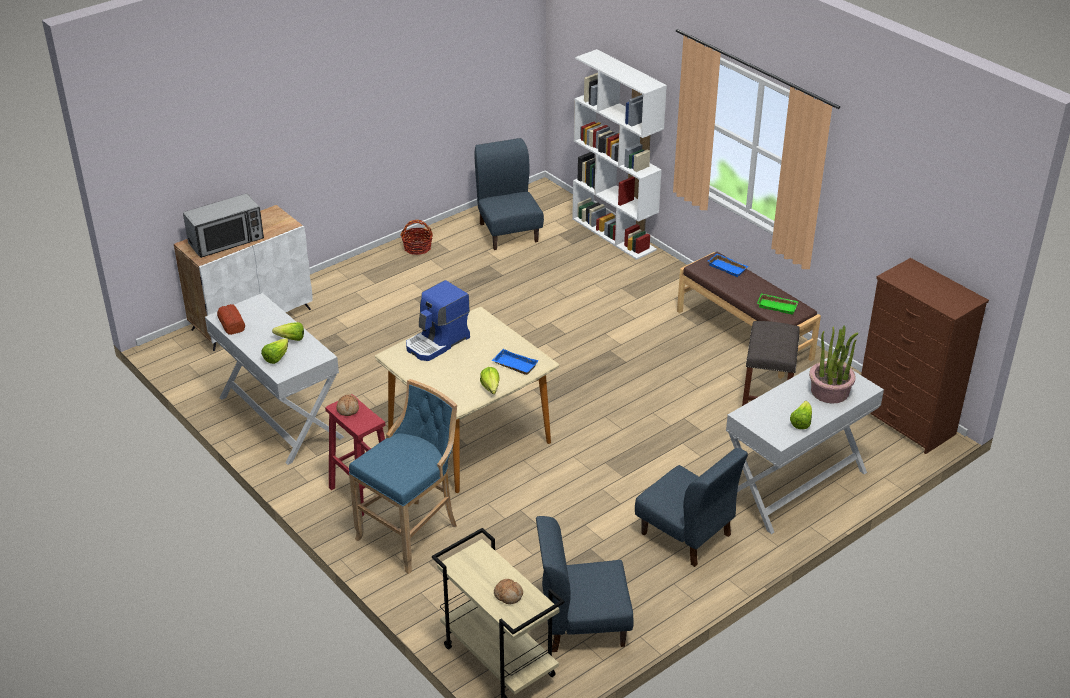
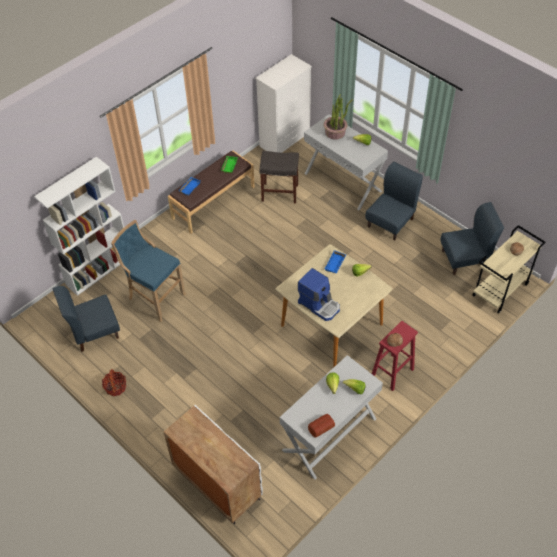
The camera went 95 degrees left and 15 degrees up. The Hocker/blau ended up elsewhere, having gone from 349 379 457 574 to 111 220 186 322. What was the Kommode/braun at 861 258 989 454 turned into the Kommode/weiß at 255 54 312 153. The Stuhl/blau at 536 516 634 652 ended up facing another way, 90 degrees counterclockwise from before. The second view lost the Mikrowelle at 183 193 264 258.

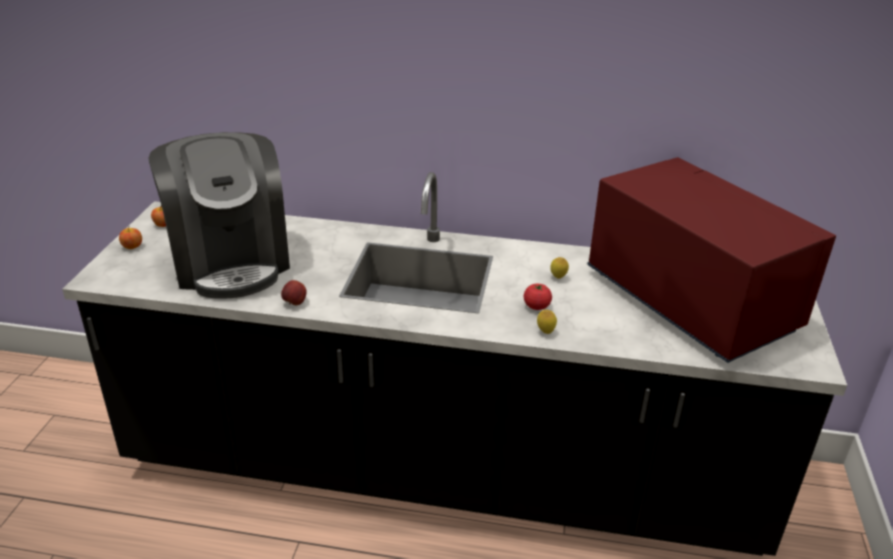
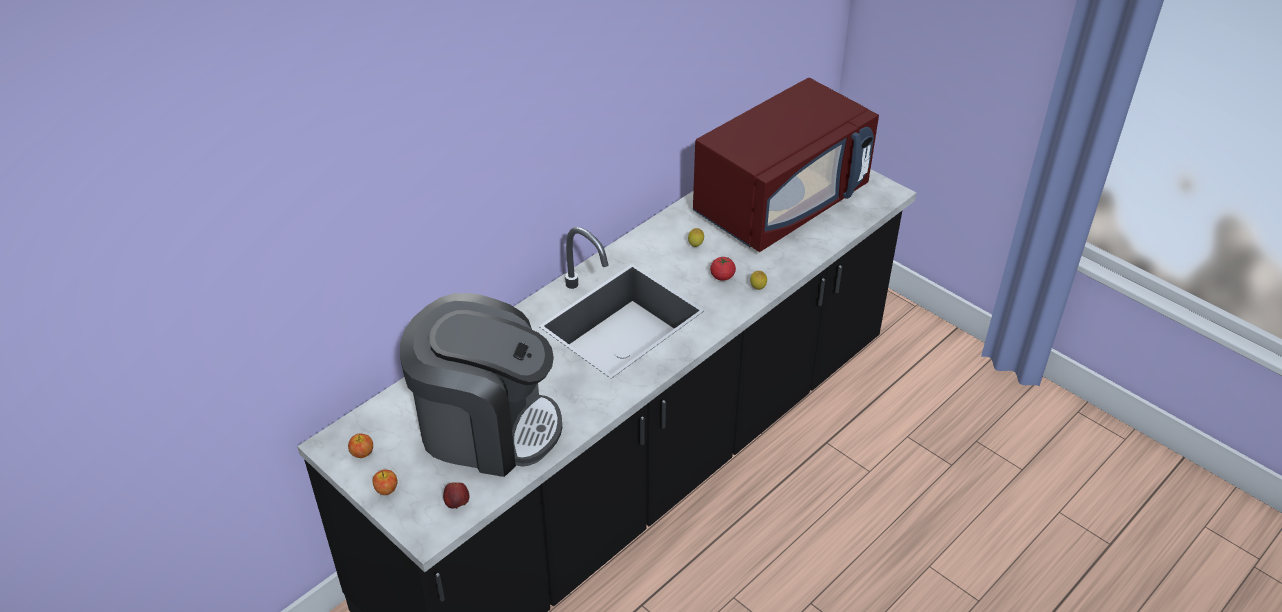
The camera went 55 degrees left and 10 degrees up. The Apfel ended up elsewhere, having gone from 281 280 307 305 to 443 482 469 509. The Mikrowelle/rot at 587 157 836 363 ended up facing another way, 135 degrees clockwise from before.

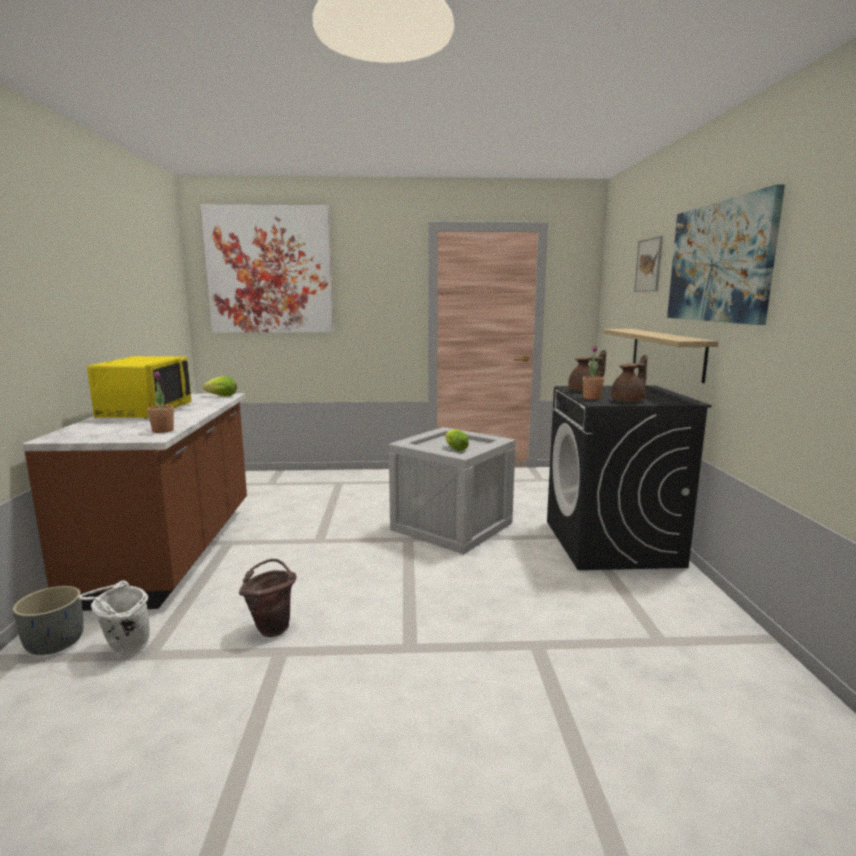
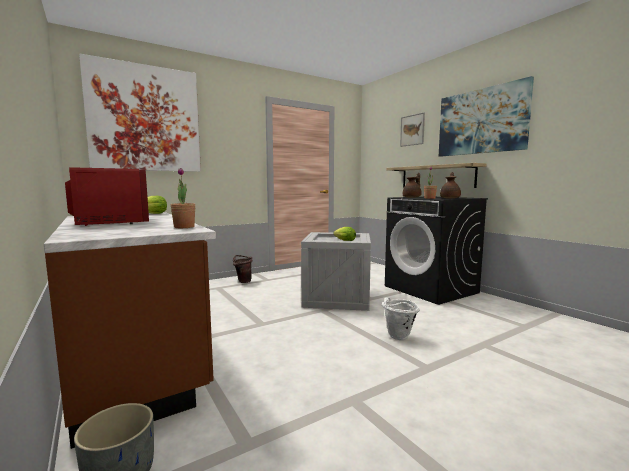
The camera went 30 degrees left and 5 degrees down. What was the Mikrowelle/gelb at 87 356 192 418 turned into the Mikrowelle/rot at 65 167 149 226. The Eimer/braun ended up elsewhere, having gone from 239 559 297 637 to 233 255 253 283. The Eimer/weiß ended up elsewhere, having gone from 78 580 150 655 to 382 298 420 340.

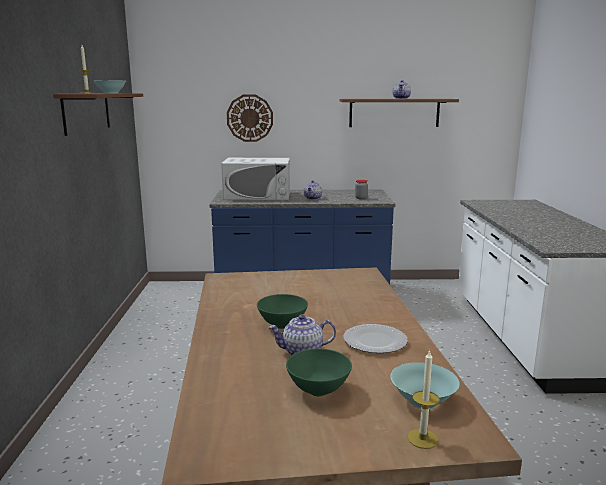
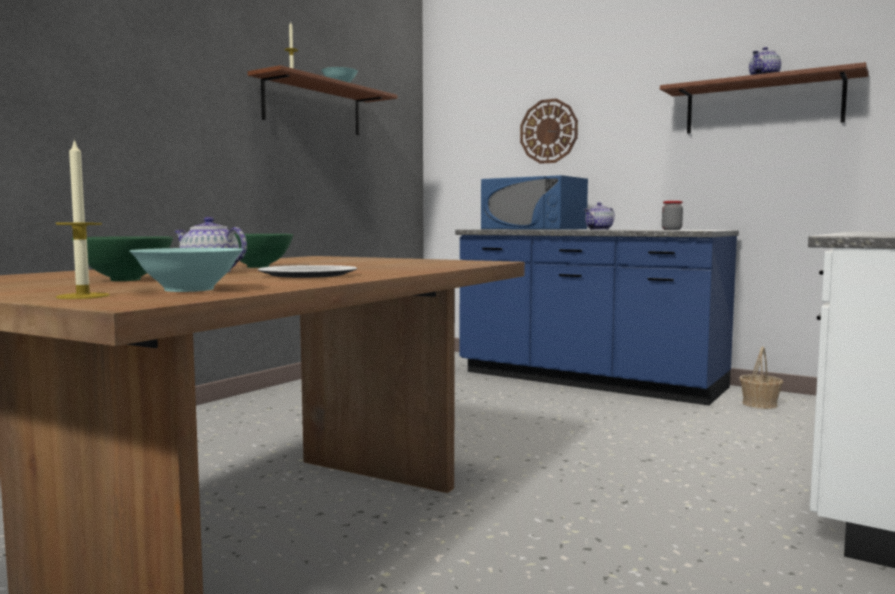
The camera went 35 degrees right and 10 degrees down. What was the Mikrowelle/weiß at 221 158 290 200 turned into the Mikrowelle/blau at 481 175 588 230. The second view gained the Korb at 739 346 783 409.

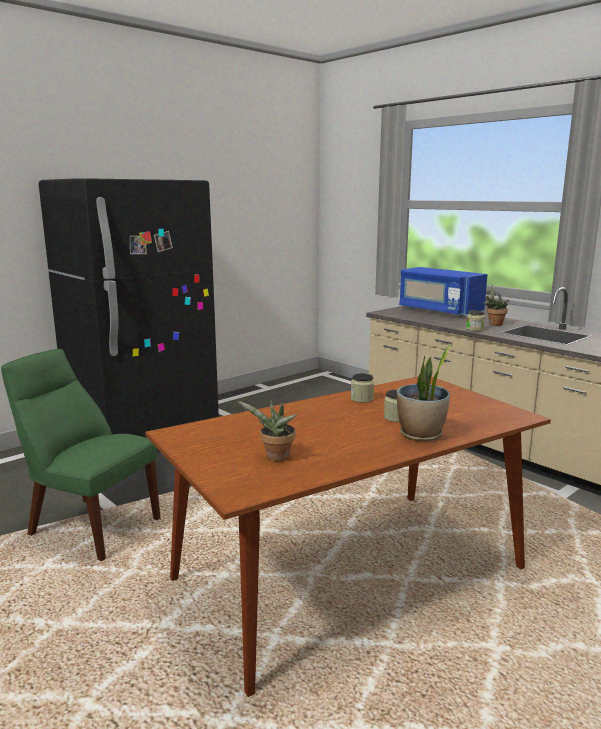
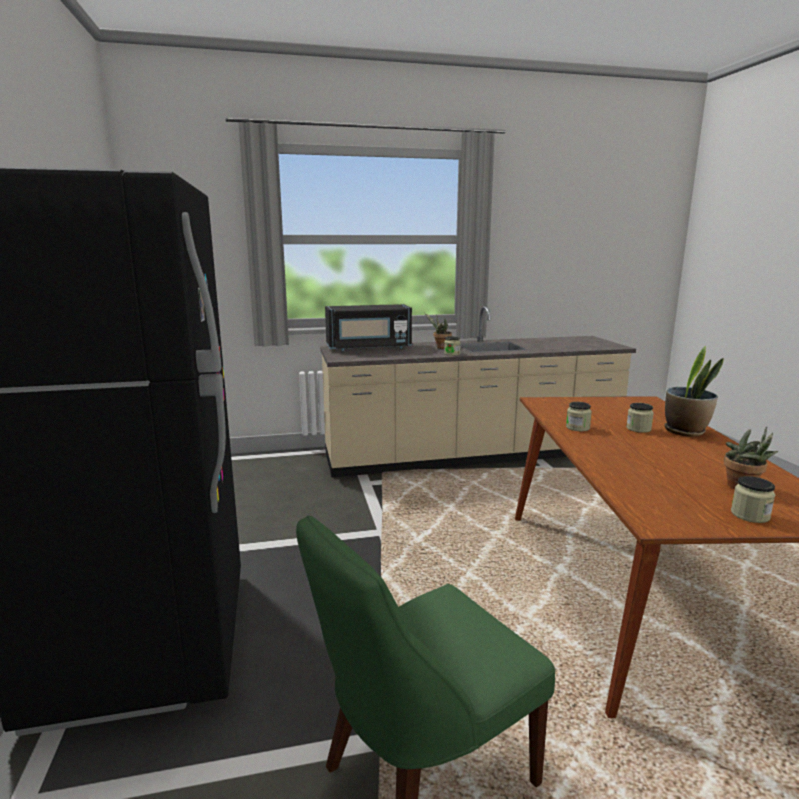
The camera went 60 degrees left and 0 degrees up. What was the Mikrowelle/blau at 399 267 488 317 turned into the Mikrowelle/schwarz at 325 304 412 351. The second view gained the Vorratsglas at 731 476 775 523.

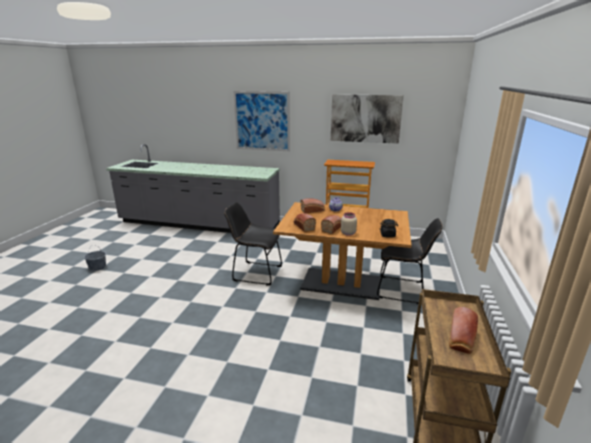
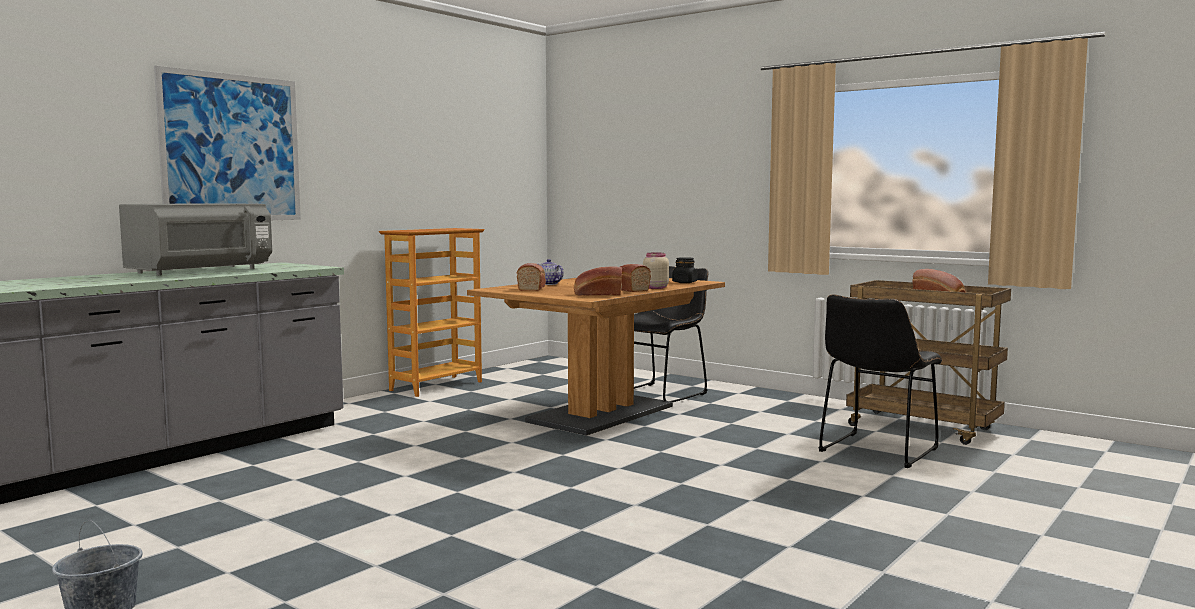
The camera went 65 degrees left and 15 degrees down. The second view gained the Mikrowelle/grau at 119 203 272 276. The Stuhl/schwarz ended up elsewhere, having gone from 224 202 282 286 to 819 294 942 468. The second view lost the Bild at 331 94 404 144.

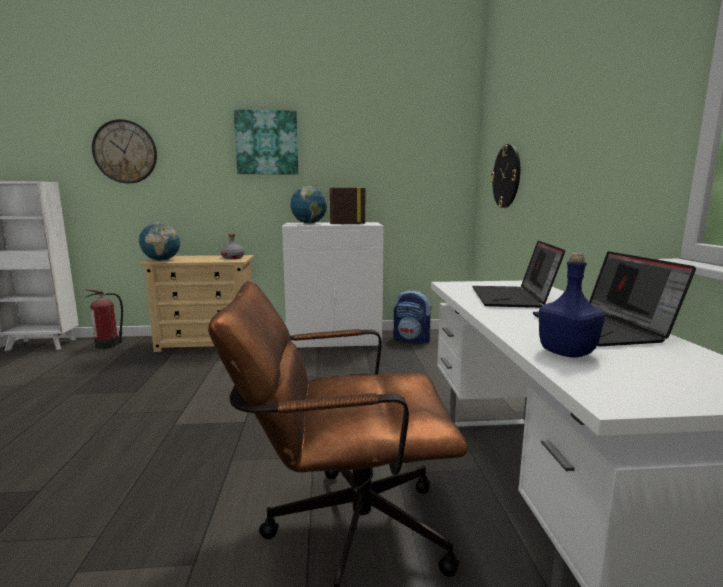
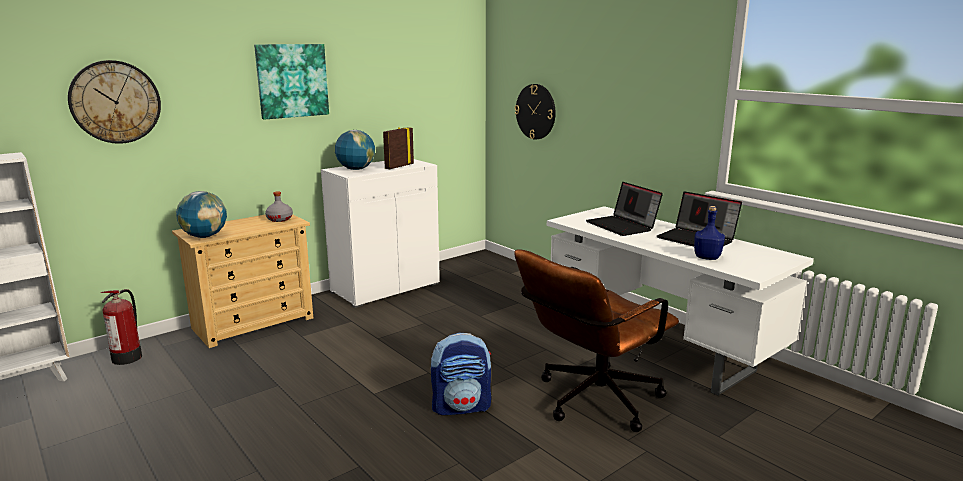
The camera went 35 degrees left and 5 degrees up. The Rucksack ended up elsewhere, having gone from 393 290 433 344 to 431 332 491 415.

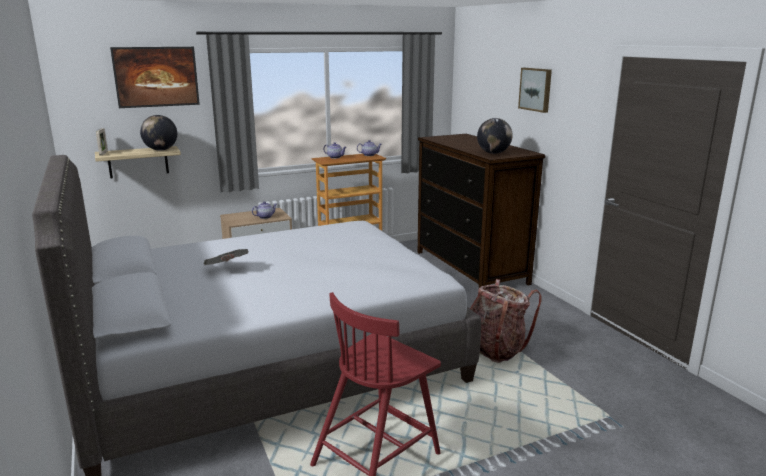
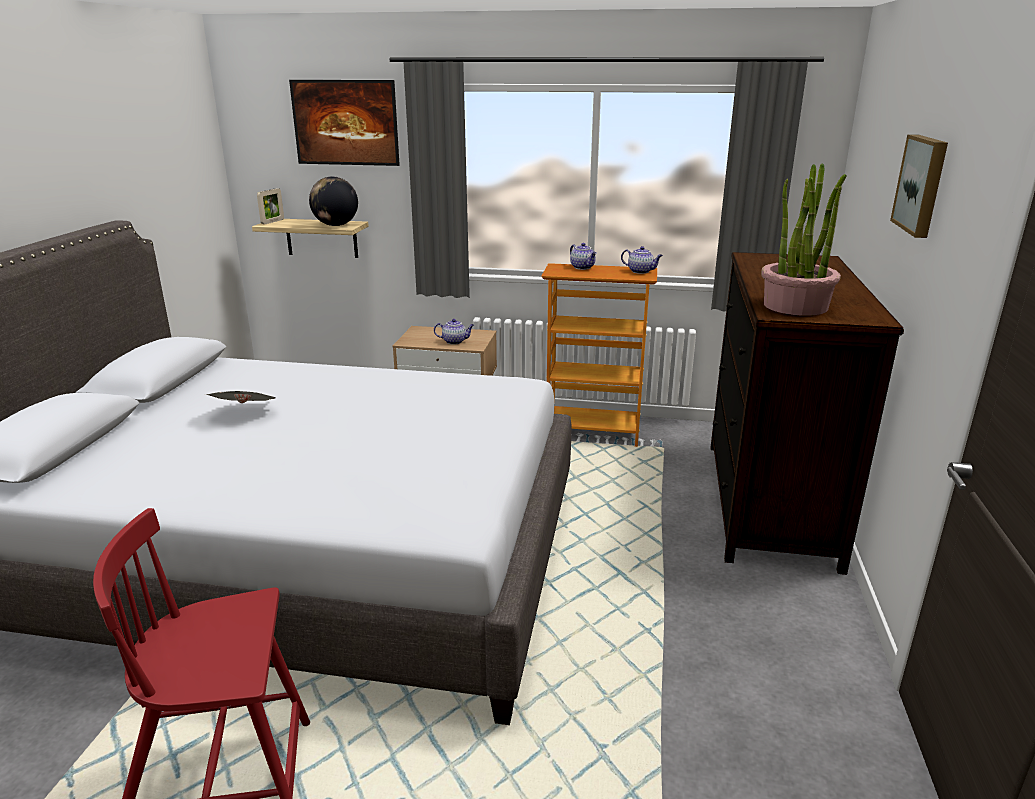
The camera went 35 degrees right and 5 degrees up. Where the Globus stood at 477 118 513 154, the Topfpflanze came to stand at 761 163 846 316. The second view lost the Rucksack at 470 279 541 363.

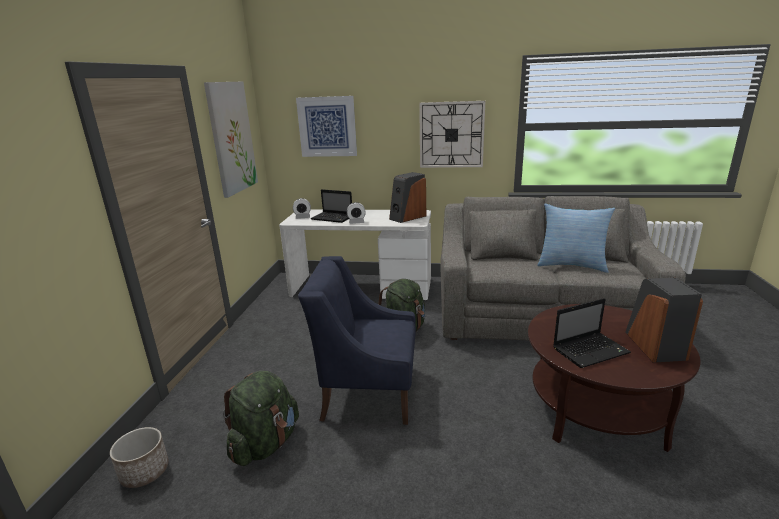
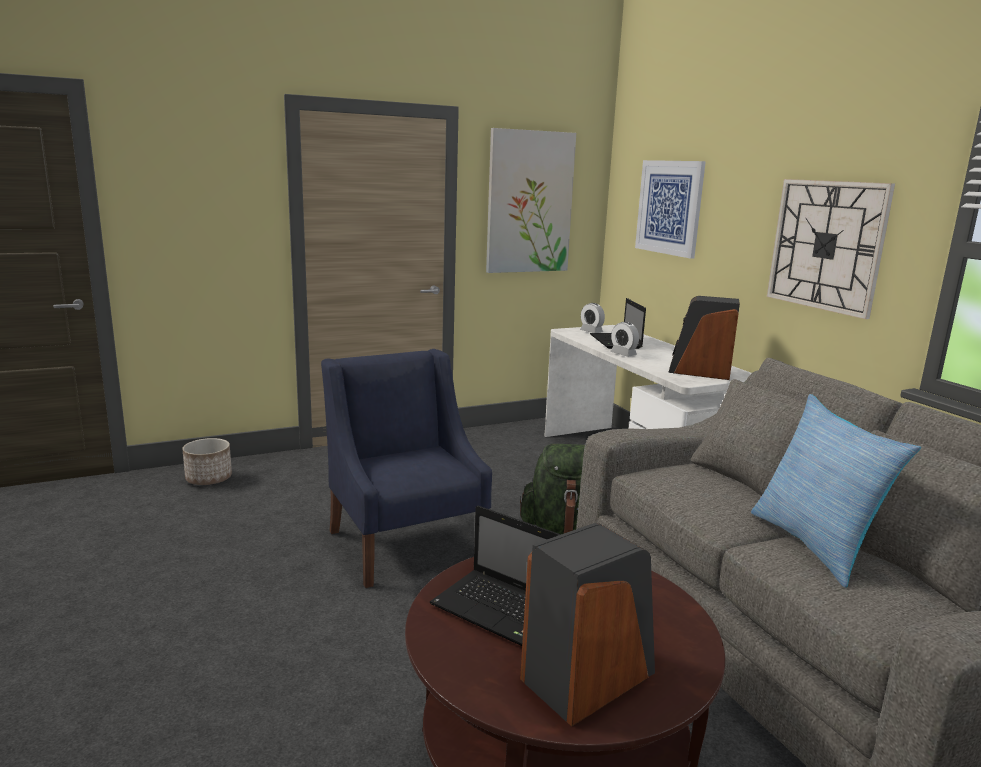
The camera went 55 degrees right and 5 degrees down. The second view lost the Rucksack/grün at 223 371 299 466.

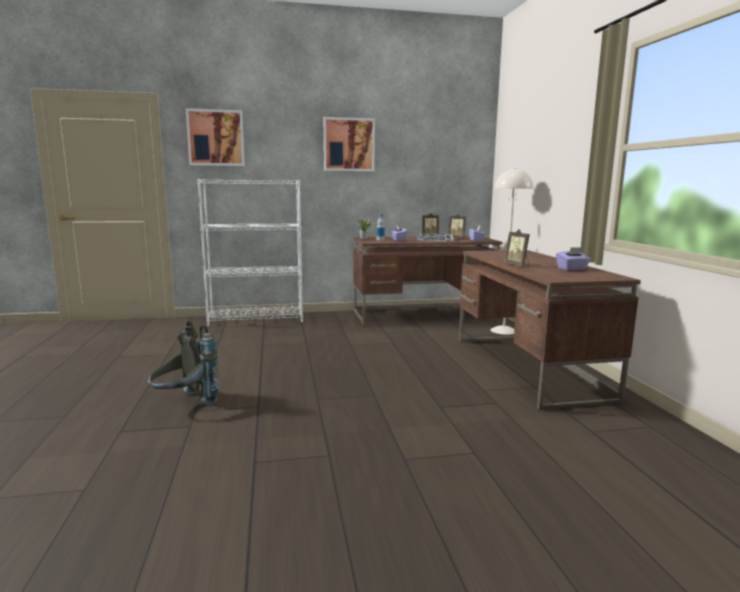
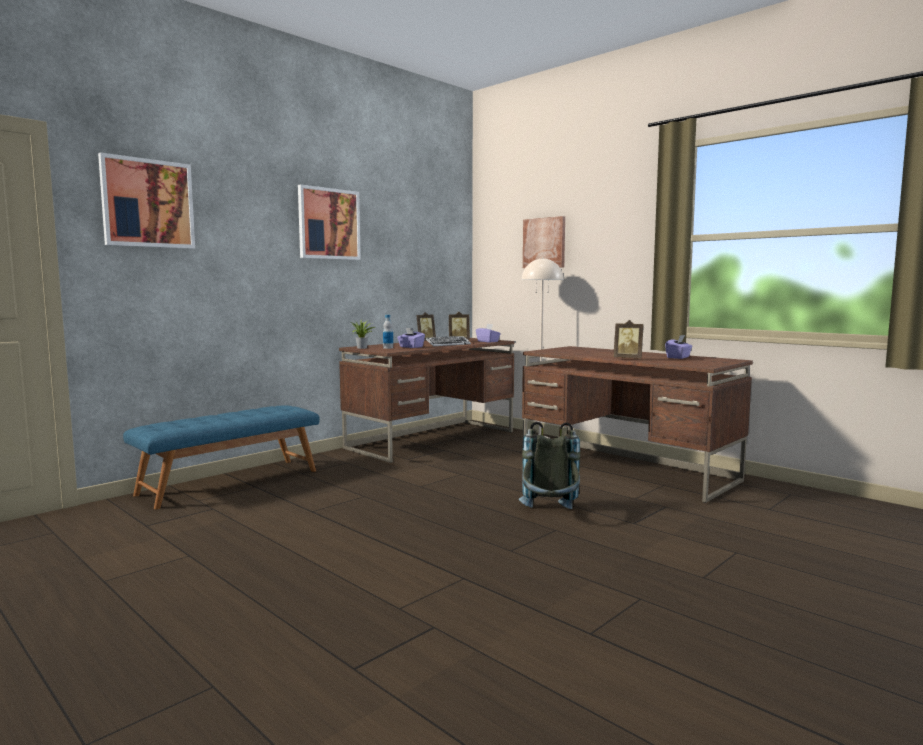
The camera went 35 degrees left and 5 degrees down. Where the Bücherregal/weiß stood at 198 179 303 326, the Bank/blau came to stand at 123 406 320 509. The Rucksack/grau ended up elsewhere, having gone from 148 320 219 405 to 519 422 580 509. The second view gained the Bild at 523 216 565 268.

